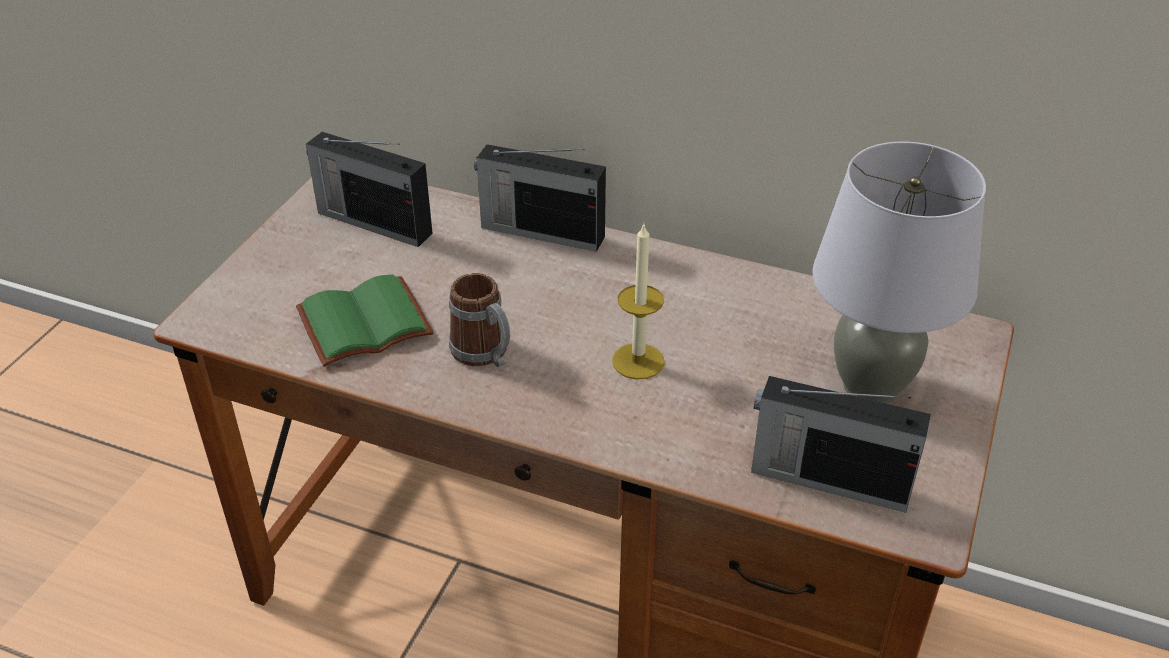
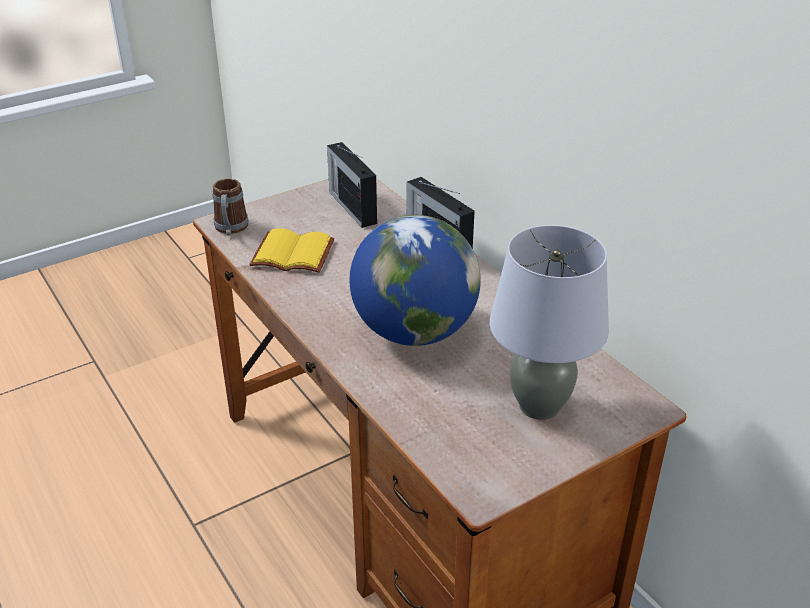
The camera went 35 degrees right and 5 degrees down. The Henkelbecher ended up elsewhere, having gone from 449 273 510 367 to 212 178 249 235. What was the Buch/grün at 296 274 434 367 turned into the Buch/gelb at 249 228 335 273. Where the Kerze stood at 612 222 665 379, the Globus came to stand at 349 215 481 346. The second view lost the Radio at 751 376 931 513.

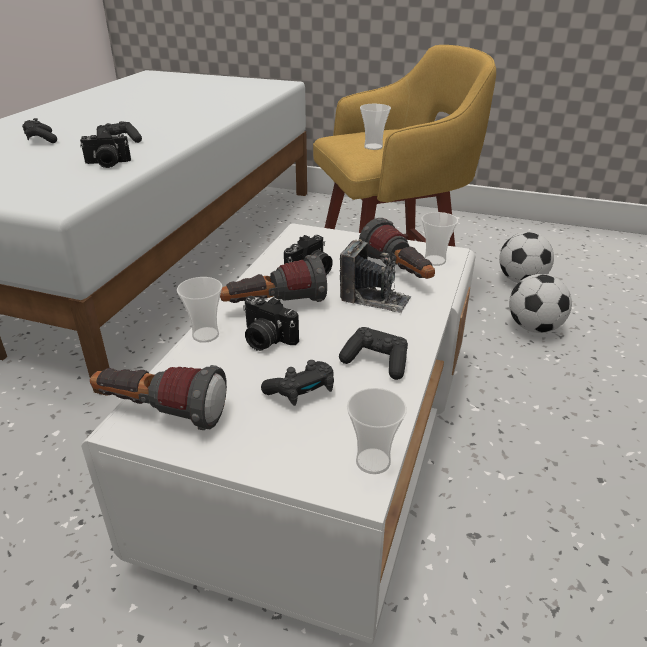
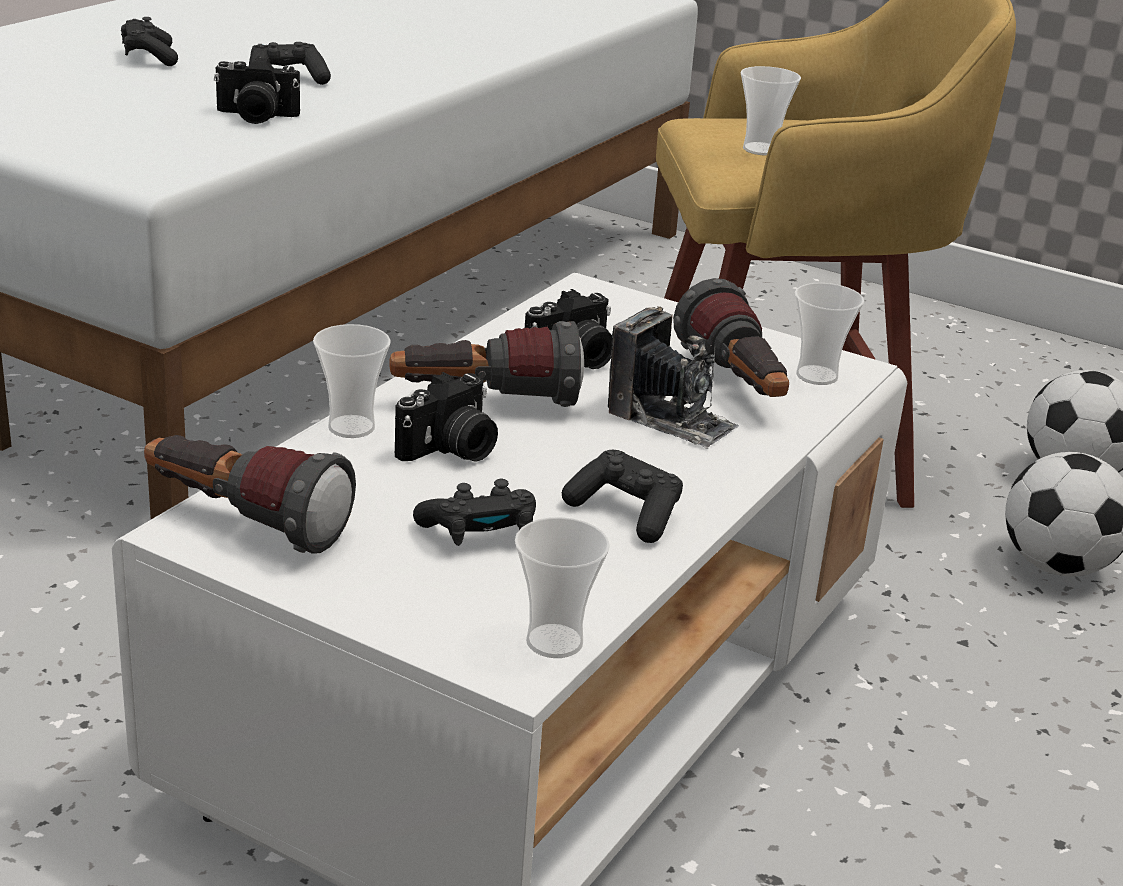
The camera went 10 degrees right and 5 degrees down. The Kamera at 243 296 299 351 ended up facing another way, 90 degrees counterclockwise from before.

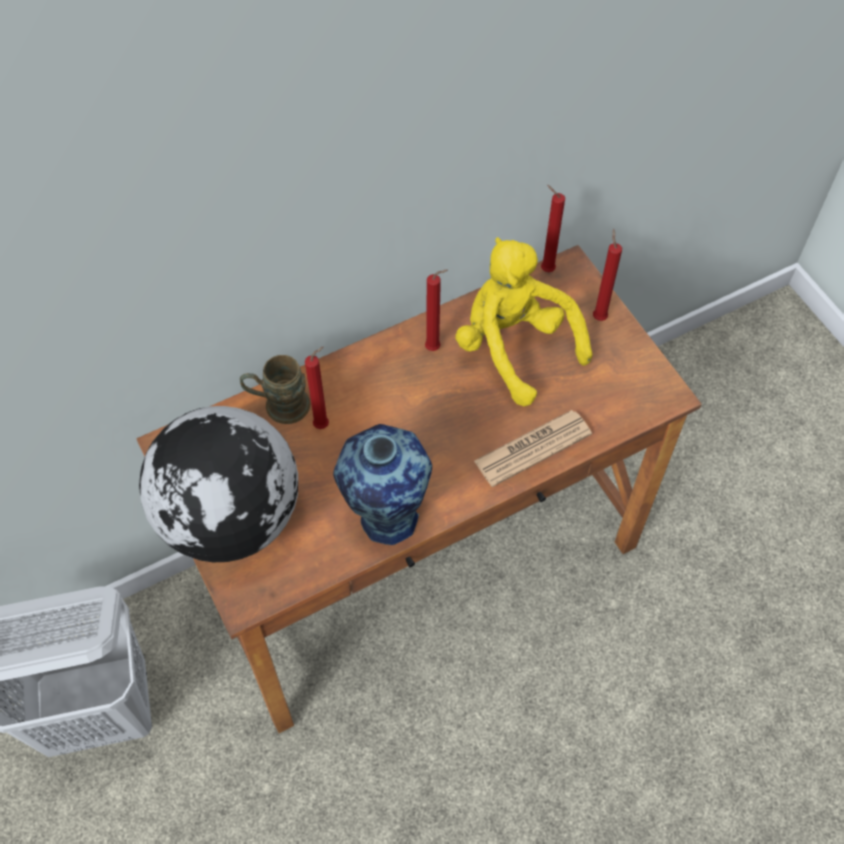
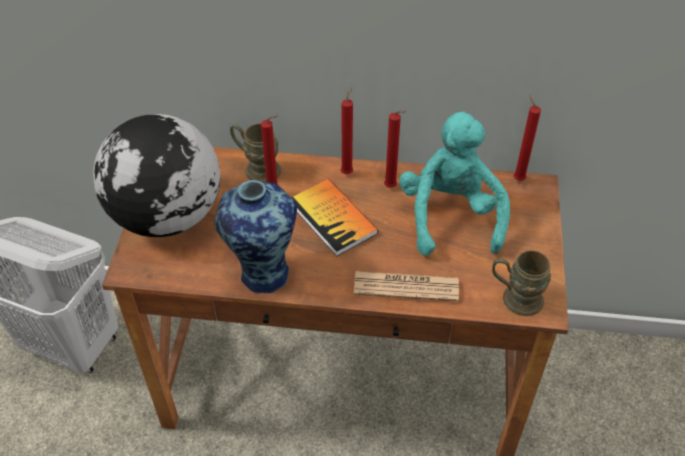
The camera went 35 degrees right and 10 degrees down. The second view gained the Buch at 291 179 378 256. The Kerze/rot ended up elsewhere, having gone from 593 229 622 321 to 341 87 353 174. What was the Plüschtier/gelb at 456 237 593 406 turned into the Plüschtier/türkis at 399 111 510 256. The second view gained the Henkelbecher/braun at 492 250 551 316.

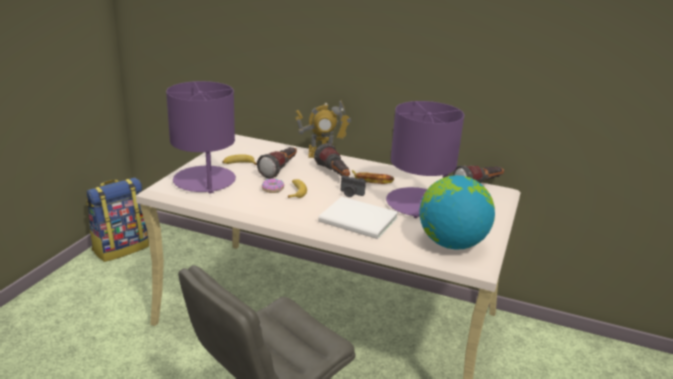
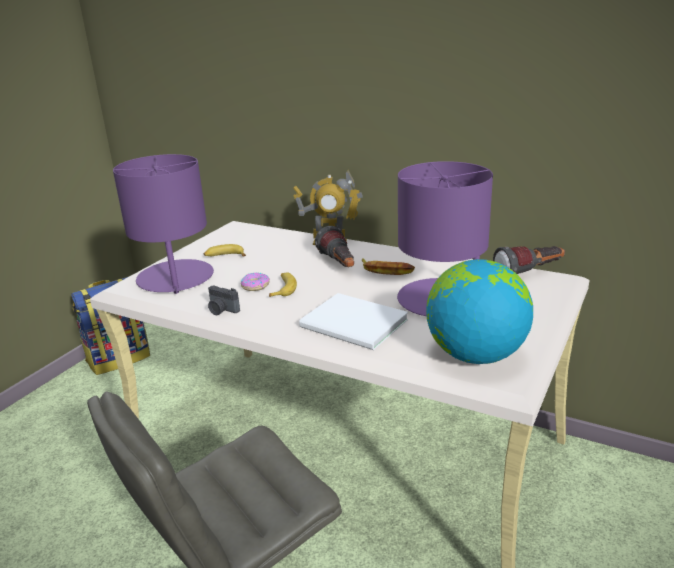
The camera went 10 degrees right and 0 degrees up. The Kamera ended up elsewhere, having gone from 341 176 366 197 to 208 286 240 315. The second view lost the Taschenlampe at 257 147 297 179.

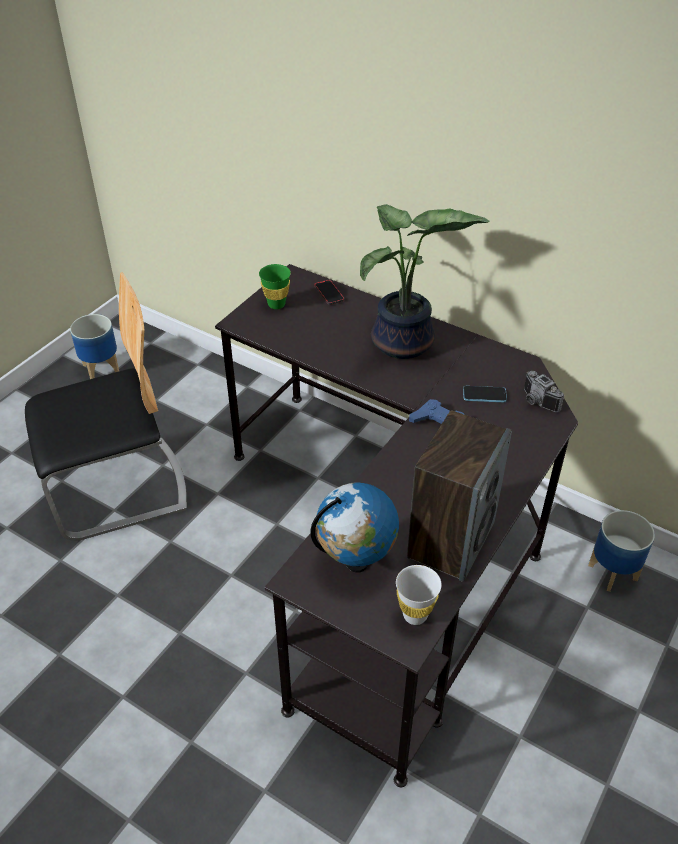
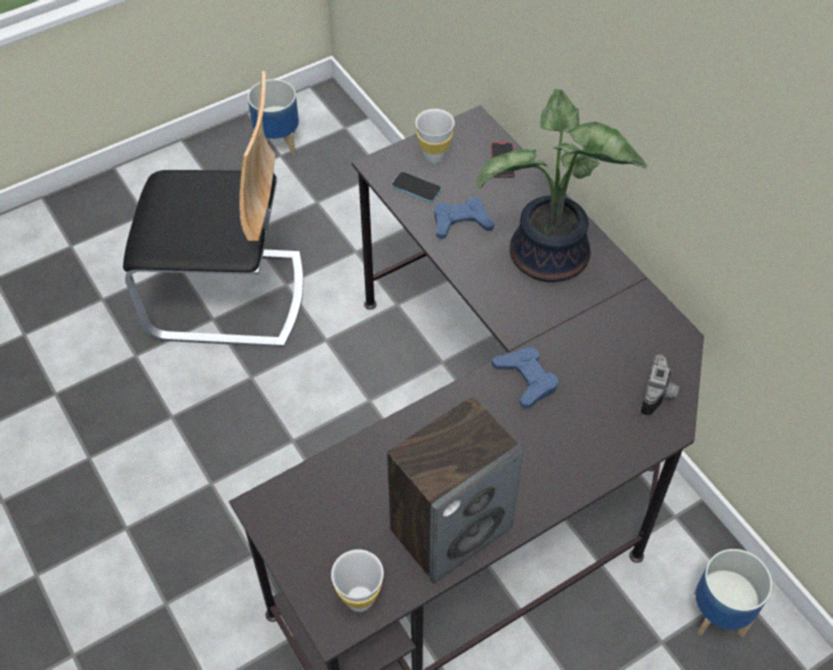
The camera went 25 degrees right and 10 degrees up. The Handy ended up elsewhere, having gone from 463 386 507 402 to 391 172 442 203. What was the Tasse/grün at 259 264 291 309 turned into the Tasse/weiß at 415 109 455 164. The second view gained the Gamepad/blau at 434 198 494 239. The Kamera at 524 371 564 412 ended up facing another way, 150 degrees counterclockwise from before. The second view lost the Globus at 310 482 399 573.

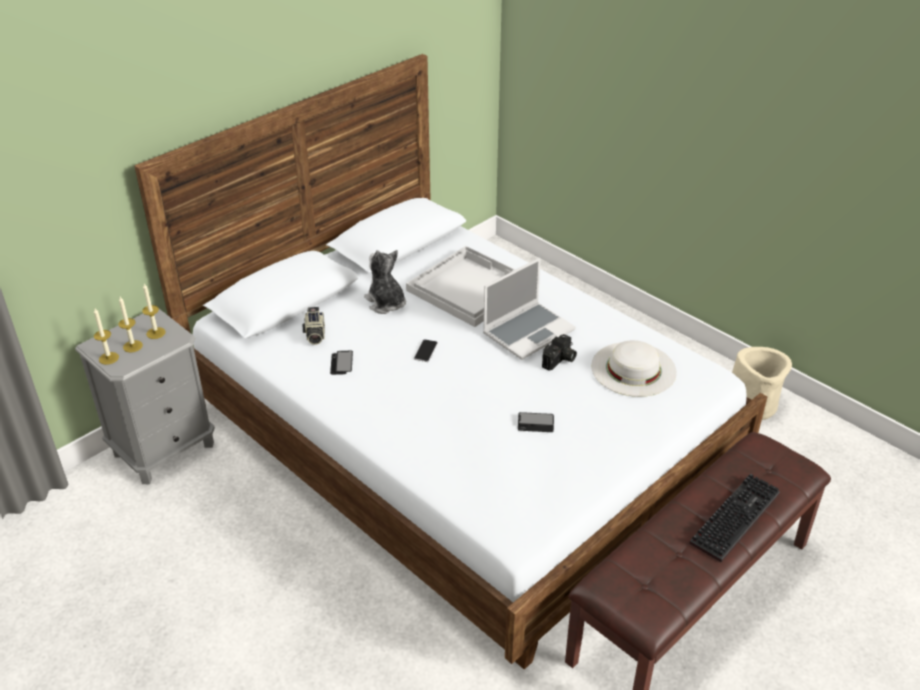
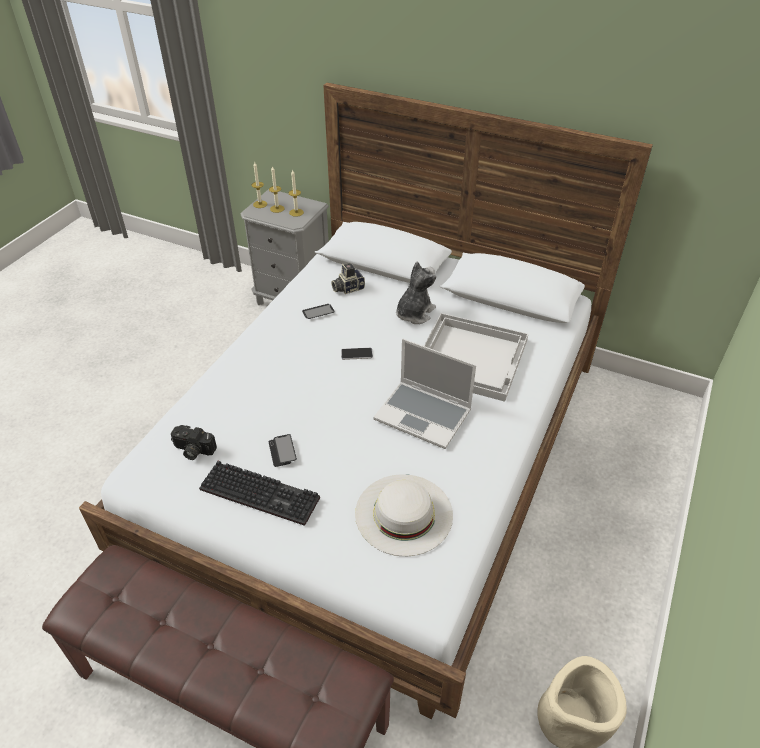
The camera went 70 degrees right and 5 degrees up. The Kamera ended up elsewhere, having gone from 542 334 577 371 to 171 425 217 460. The Tastatur ended up elsewhere, having gone from 689 473 780 562 to 199 460 320 526.

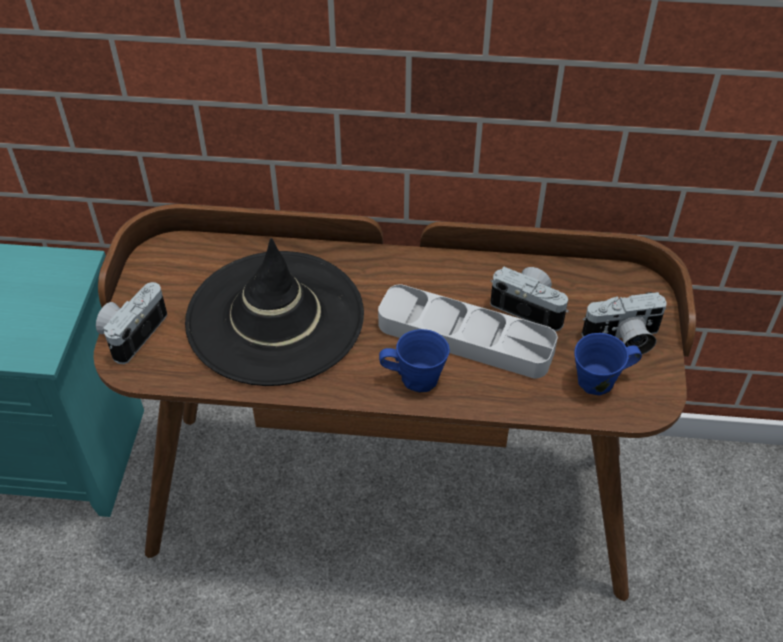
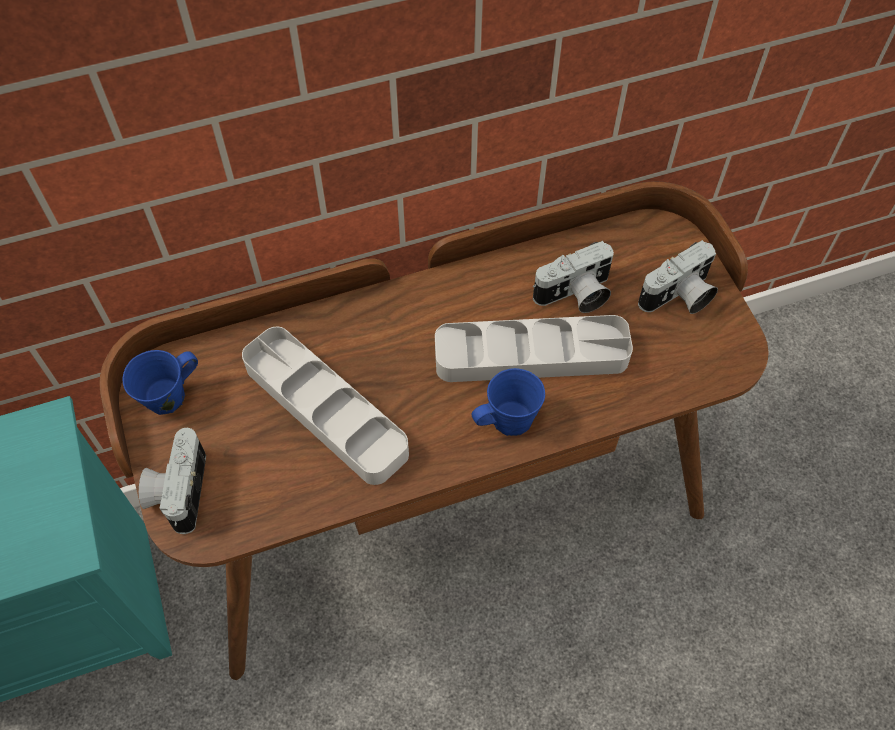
The camera went 25 degrees left and 10 degrees up. The Henkelbecher/blau ended up elsewhere, having gone from 574 333 642 396 to 122 350 198 415. Where the Hut/schwarz stood at 185 238 364 386, the Tablett/grau came to stand at 242 327 409 485. The Kamera at 490 267 569 331 ended up facing another way, 150 degrees clockwise from before.

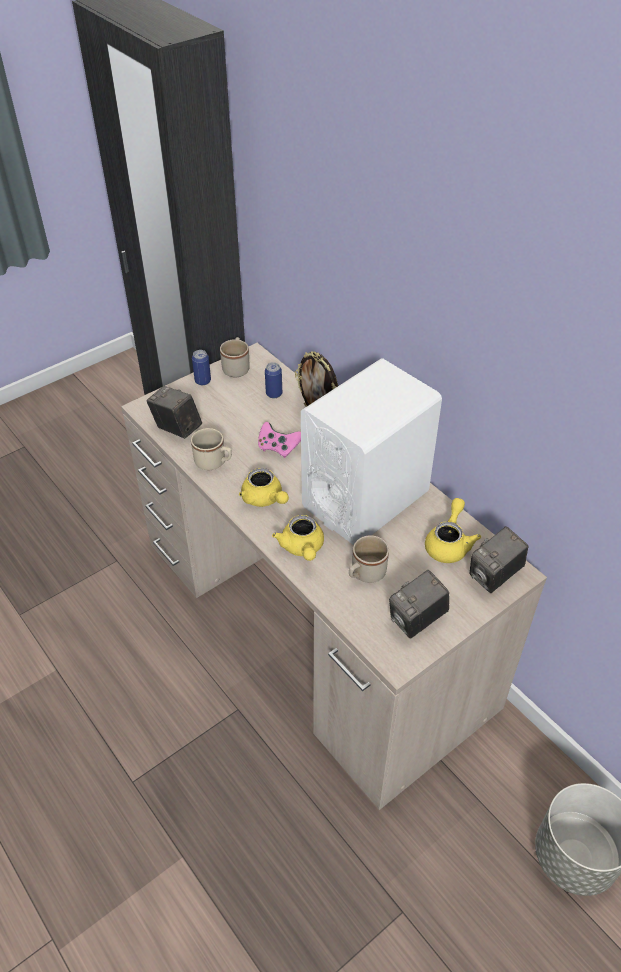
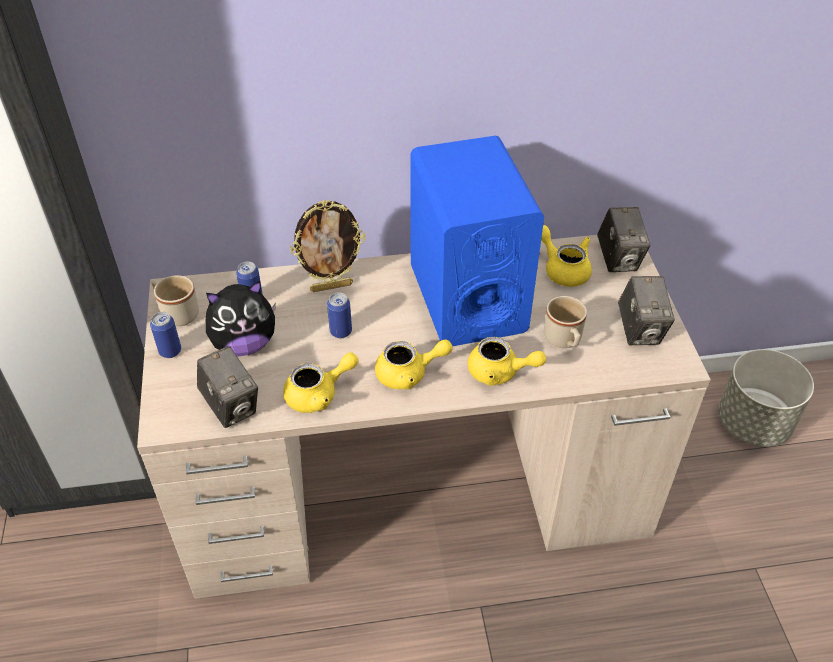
The camera went 60 degrees left and 0 degrees up. The Kamera at 146 386 202 439 ended up facing another way, 105 degrees counterclockwise from before. The second view gained the Plüschtier at 206 280 276 356. Where the Henkelbecher/beige stood at 191 428 232 470, the Teekanne/gelb came to stand at 283 352 359 413. Where the Gamepad/rosa stood at 258 422 301 458, the Dose came to stand at 327 292 352 338. What was the Lautsprecher/weiß at 301 358 442 545 turned into the Lautsprecher/blau at 410 136 544 346.

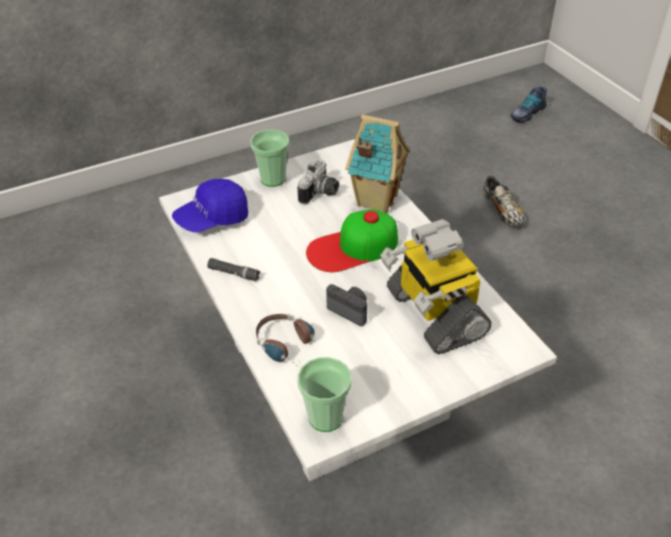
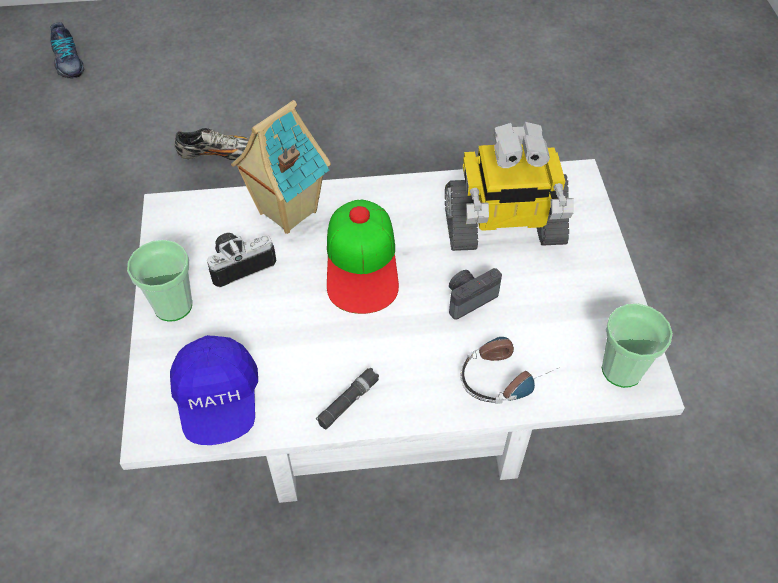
The camera went 70 degrees left and 10 degrees up. The Kamera at 297 160 339 205 ended up facing another way, 75 degrees counterclockwise from before.

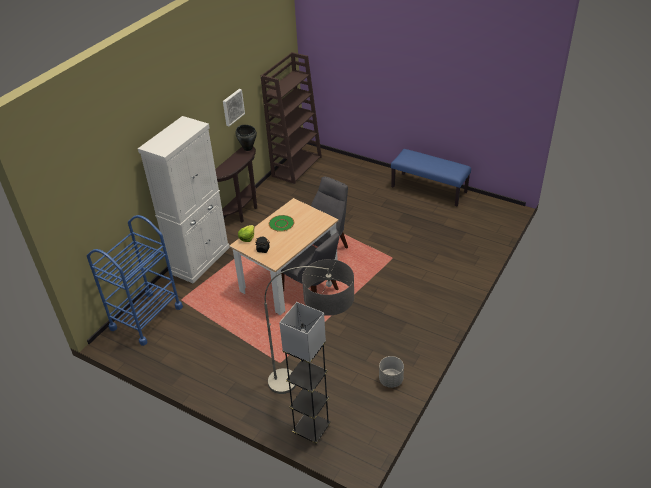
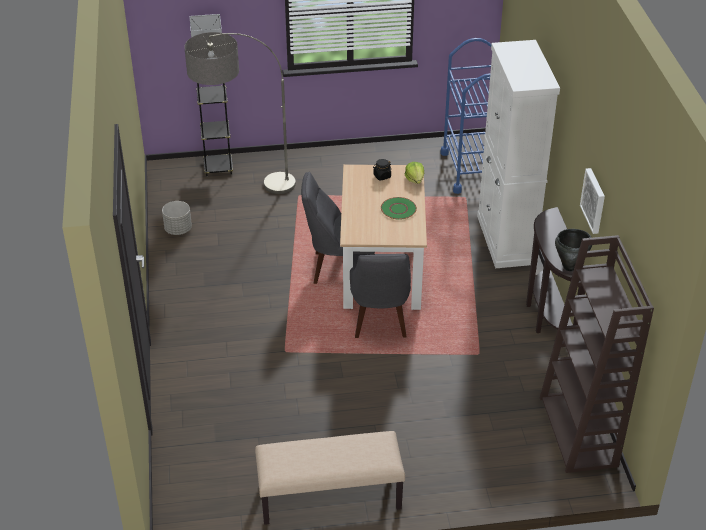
The camera went 140 degrees right and 0 degrees up. What was the Bank/blau at 391 149 471 206 turned into the Bank/beige at 255 431 405 525.

